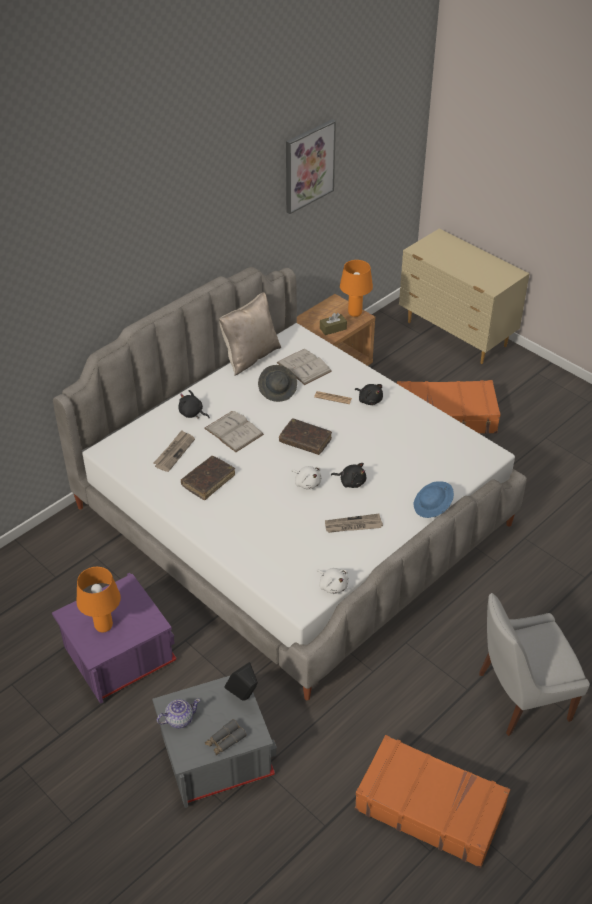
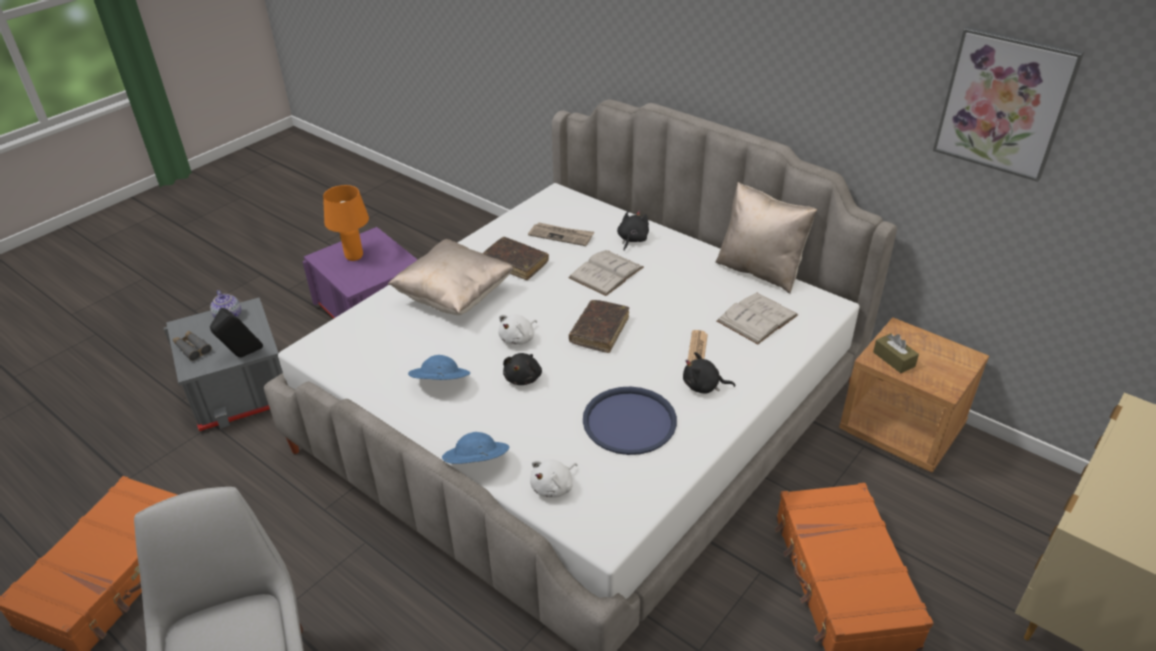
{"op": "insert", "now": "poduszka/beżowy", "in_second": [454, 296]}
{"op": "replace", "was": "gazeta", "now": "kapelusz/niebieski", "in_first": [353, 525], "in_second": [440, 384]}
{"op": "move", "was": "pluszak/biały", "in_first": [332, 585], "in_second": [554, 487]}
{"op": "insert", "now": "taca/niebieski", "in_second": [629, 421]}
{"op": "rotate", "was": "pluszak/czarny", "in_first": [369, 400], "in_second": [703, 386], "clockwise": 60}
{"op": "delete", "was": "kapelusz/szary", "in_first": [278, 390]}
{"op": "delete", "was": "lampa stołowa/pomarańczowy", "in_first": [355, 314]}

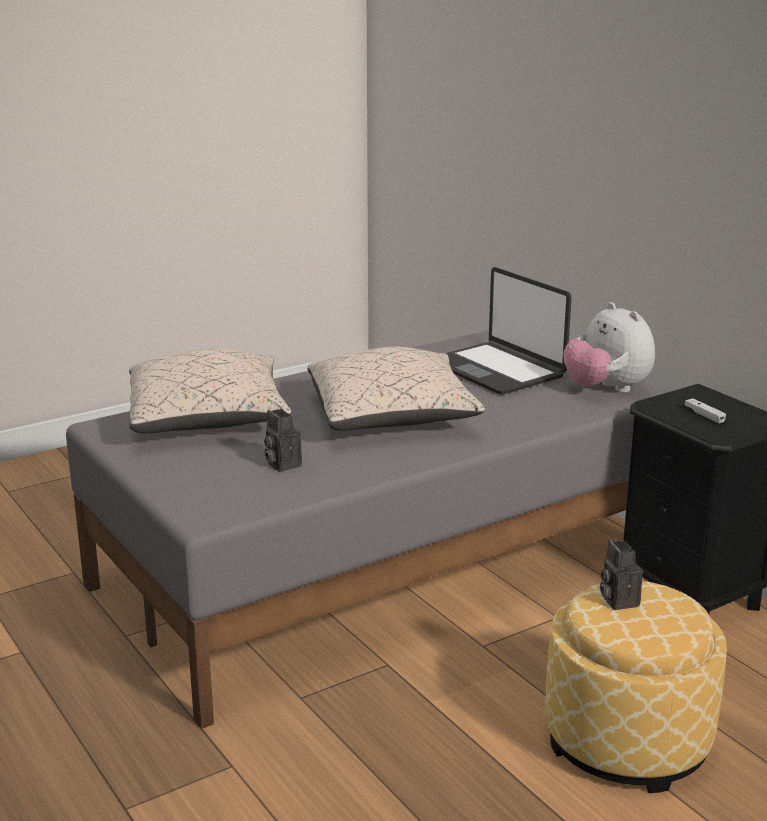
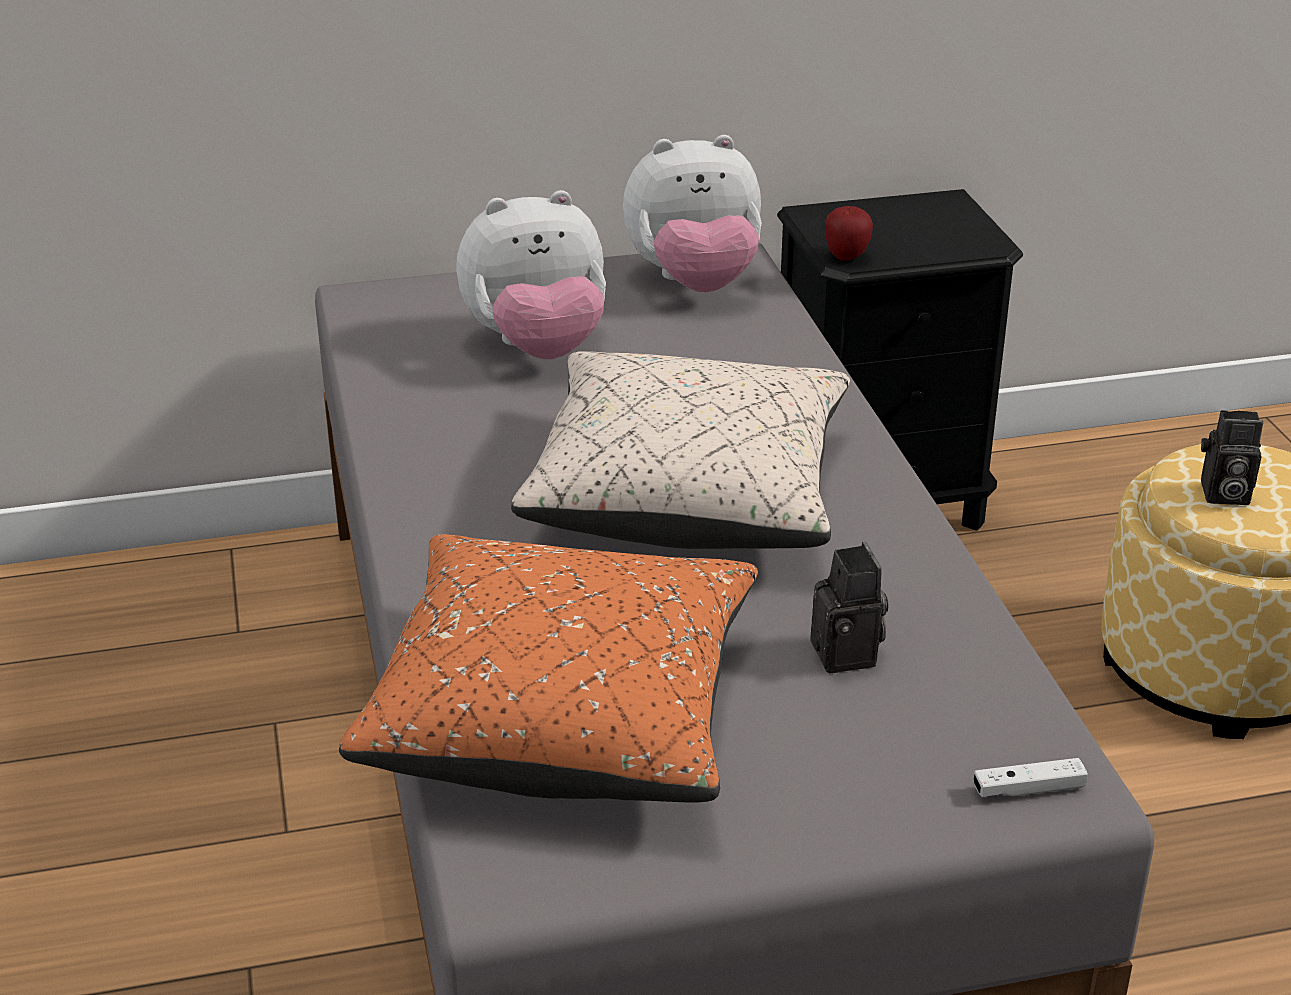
{"op": "recolor", "was": "poduszka/beżowy", "now": "poduszka/pomarańczowy", "in_first": [208, 419], "in_second": [563, 714]}
{"op": "replace", "was": "laptop", "now": "pluszak", "in_first": [497, 370], "in_second": [538, 348]}
{"op": "rotate", "was": "aparat fotograficzny", "in_first": [281, 464], "in_second": [849, 656], "clockwise": -90}
{"op": "insert", "now": "jabłko", "in_second": [846, 257]}
{"op": "move", "was": "pad do gier/biały", "in_first": [704, 415], "in_second": [1028, 789]}

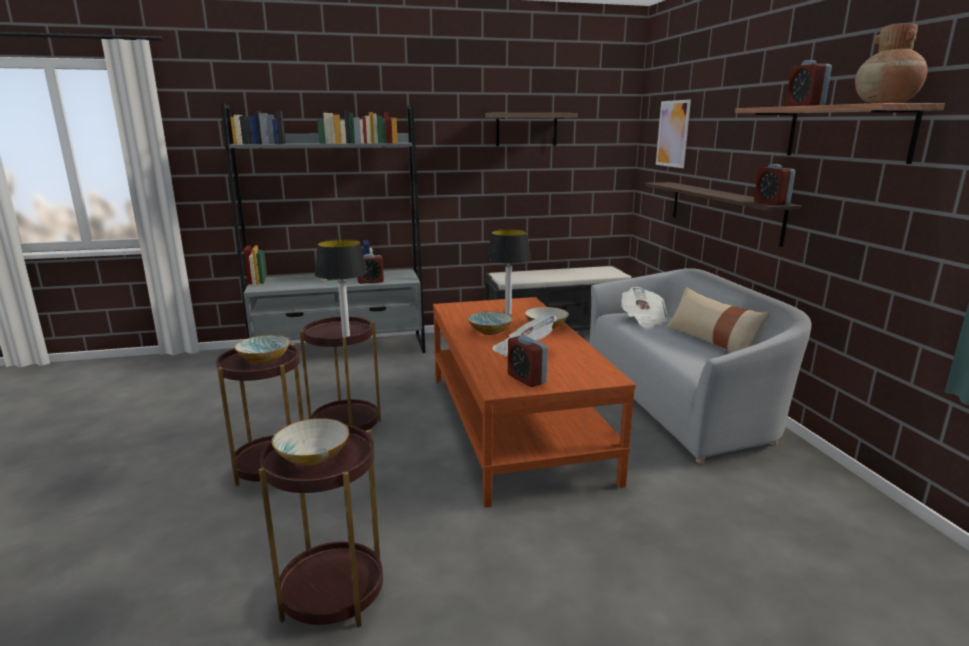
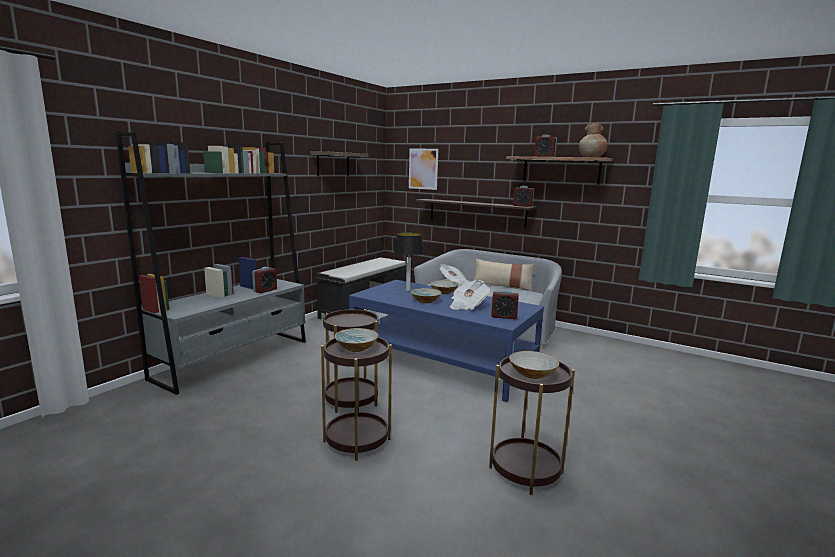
{"op": "recolor", "was": "ława/brązowy", "now": "ława/niebieski", "in_first": [514, 425], "in_second": [442, 361]}
{"op": "delete", "was": "lampa stołowa", "in_first": [345, 336]}

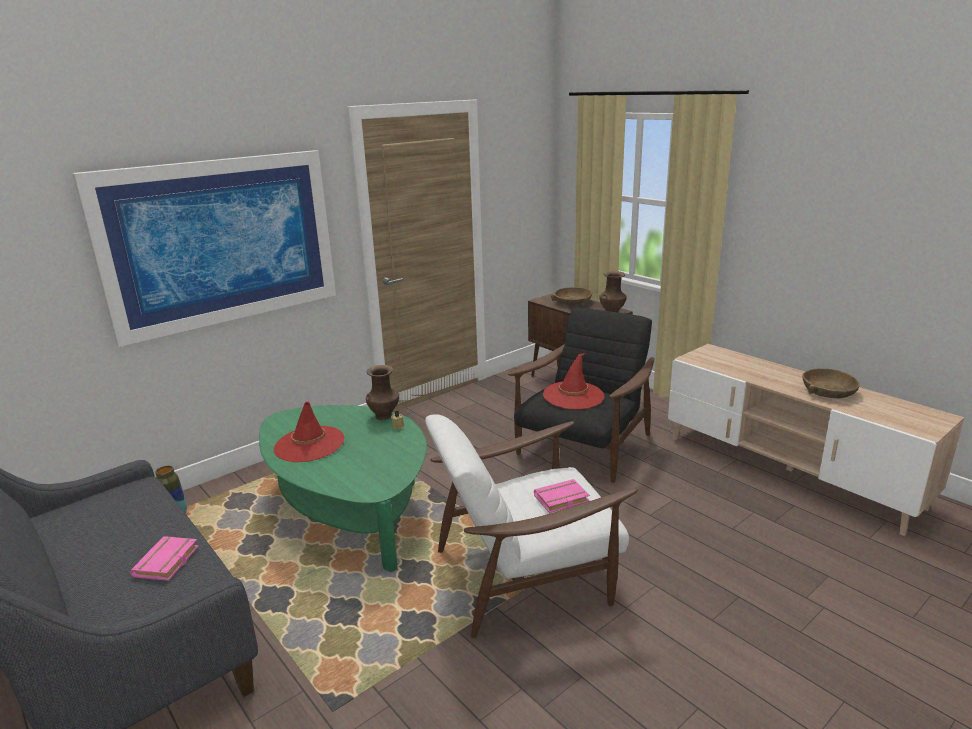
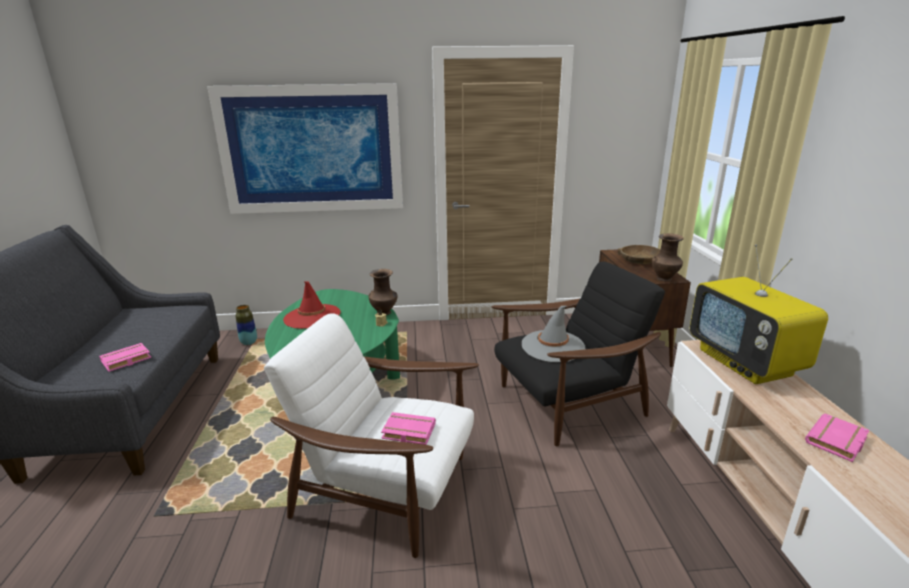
{"op": "recolor", "was": "kapelusz/czerwony", "now": "kapelusz/szary", "in_first": [573, 396], "in_second": [552, 346]}
{"op": "insert", "now": "telewizor", "in_second": [745, 363]}
{"op": "replace", "was": "miska/brązowy", "now": "książka/różowy", "in_first": [828, 391], "in_second": [837, 442]}

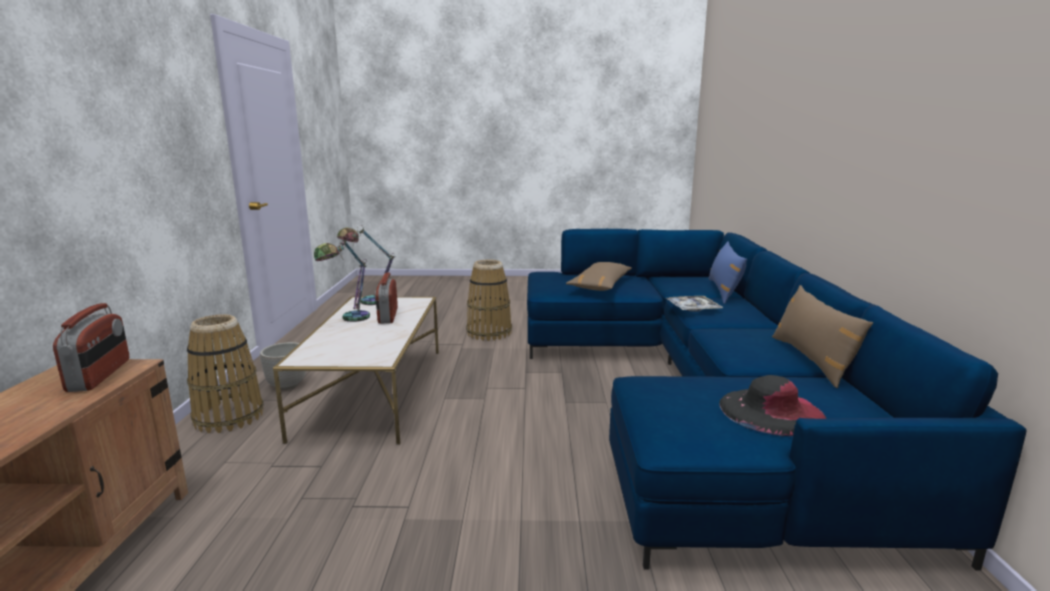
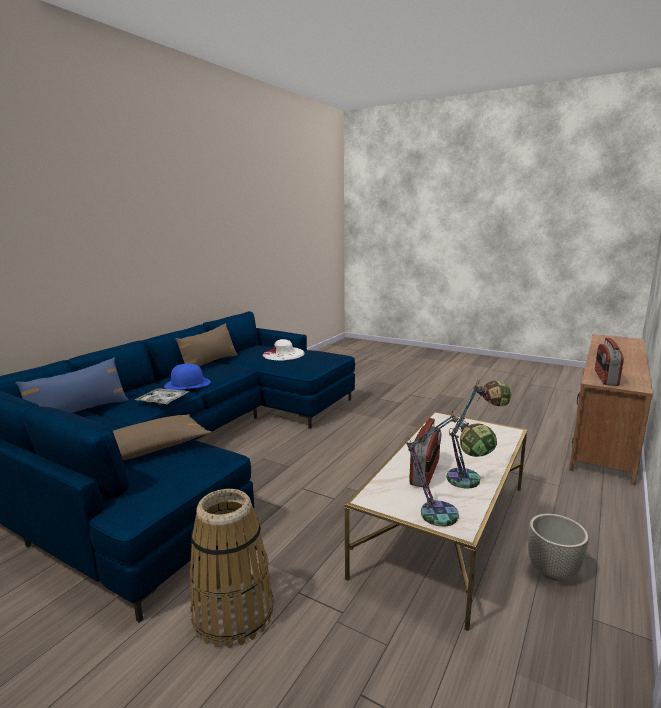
{"op": "insert", "now": "kapelusz/niebieski", "in_second": [187, 384]}
{"op": "recolor", "was": "kapelusz/czarny", "now": "kapelusz/biały", "in_first": [771, 411], "in_second": [283, 354]}
{"op": "delete", "was": "koszyk", "in_first": [229, 417]}

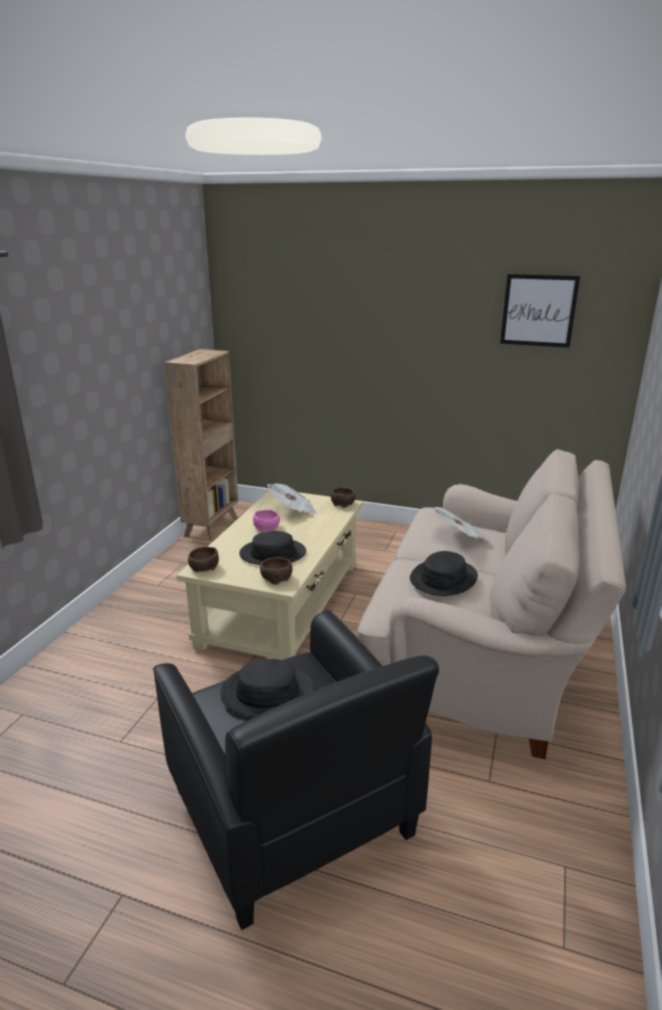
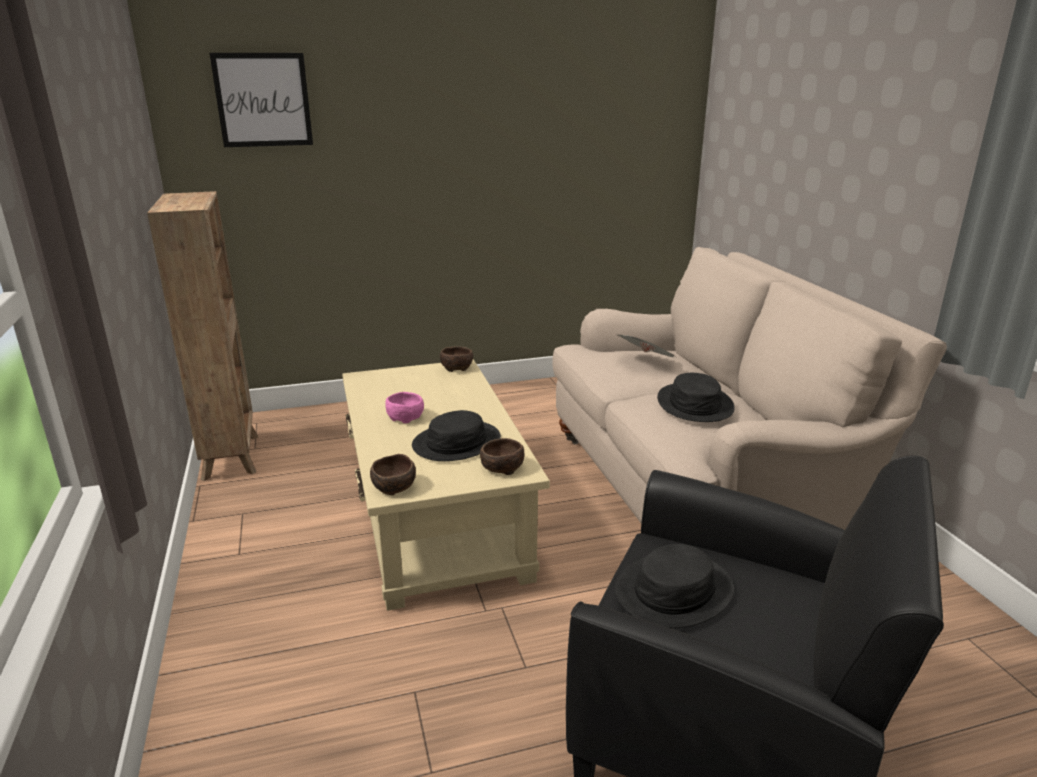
{"op": "move", "was": "obraz", "in_first": [538, 310], "in_second": [263, 100]}
{"op": "delete", "was": "gazeta", "in_first": [293, 511]}

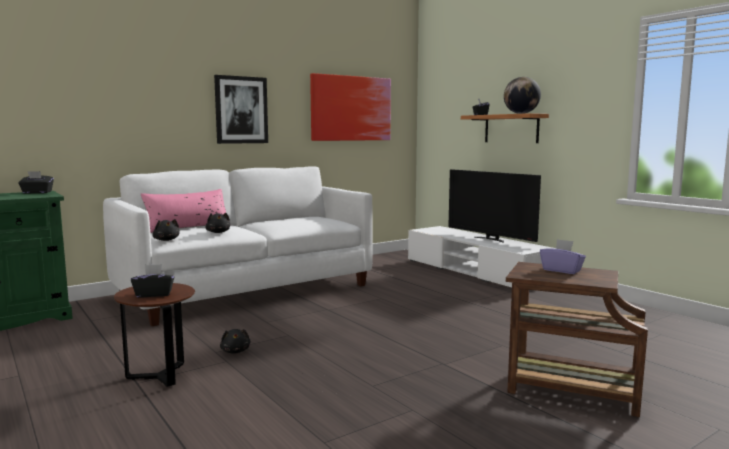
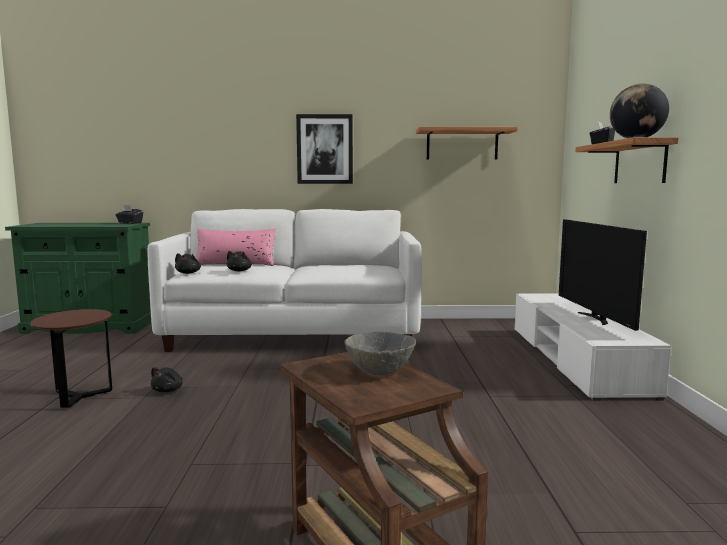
{"op": "replace", "was": "pudełko chusteczek/fioletowy", "now": "miska/szary", "in_first": [561, 270], "in_second": [379, 371]}
{"op": "replace", "was": "obraz", "now": "półka", "in_first": [351, 108], "in_second": [462, 144]}
{"op": "delete", "was": "pudełko chusteczek/czarny", "in_first": [154, 294]}

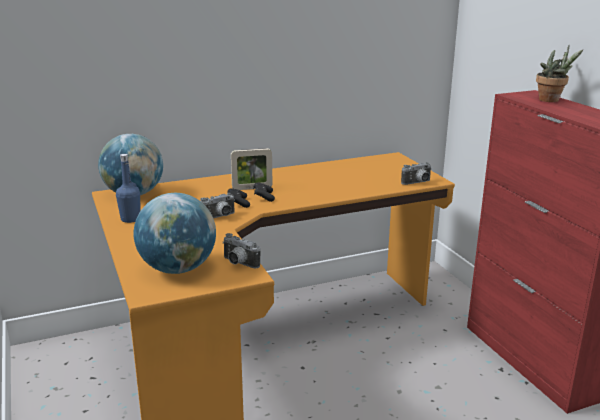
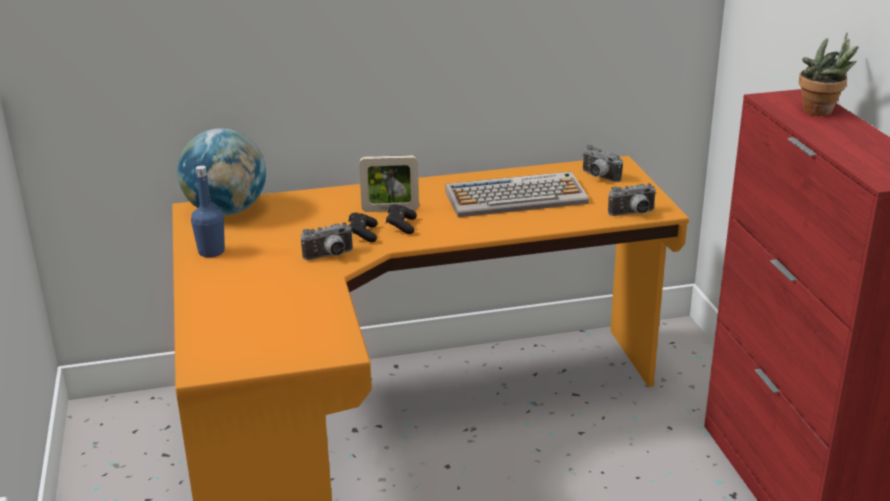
{"op": "insert", "now": "klawiatura", "in_second": [517, 197]}
{"op": "move", "was": "aparat fotograficzny", "in_first": [238, 264], "in_second": [598, 177]}
{"op": "delete", "was": "globus", "in_first": [178, 269]}

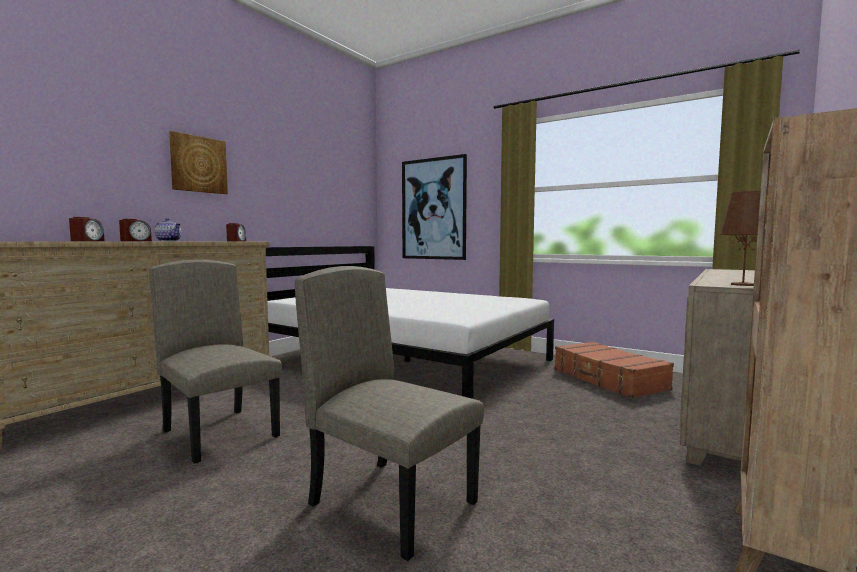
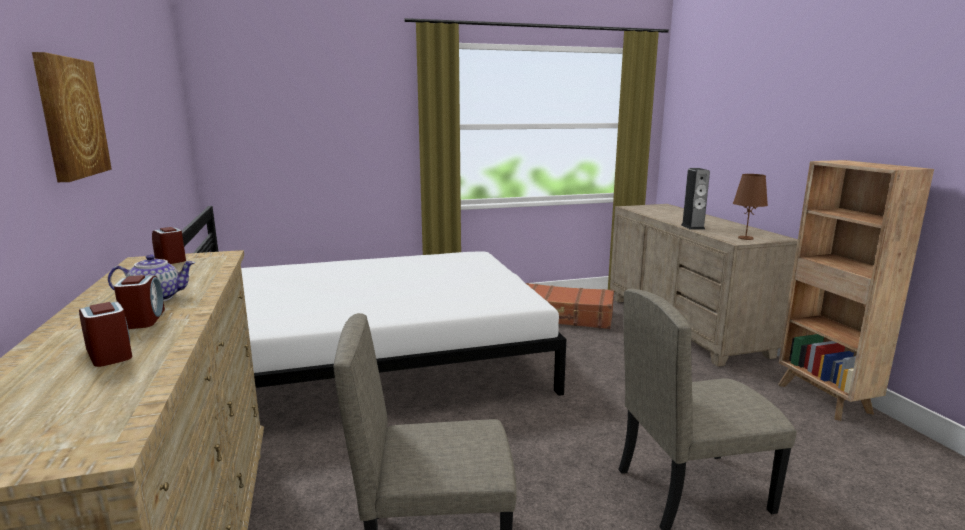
{"op": "insert", "now": "głośnik", "in_second": [692, 227]}
{"op": "delete", "was": "obraz", "in_first": [433, 209]}

